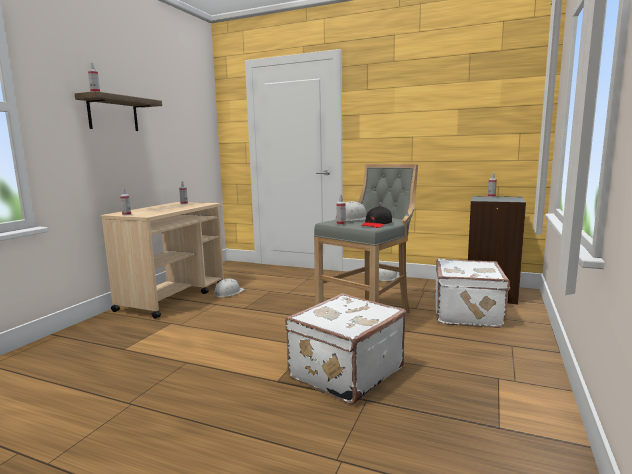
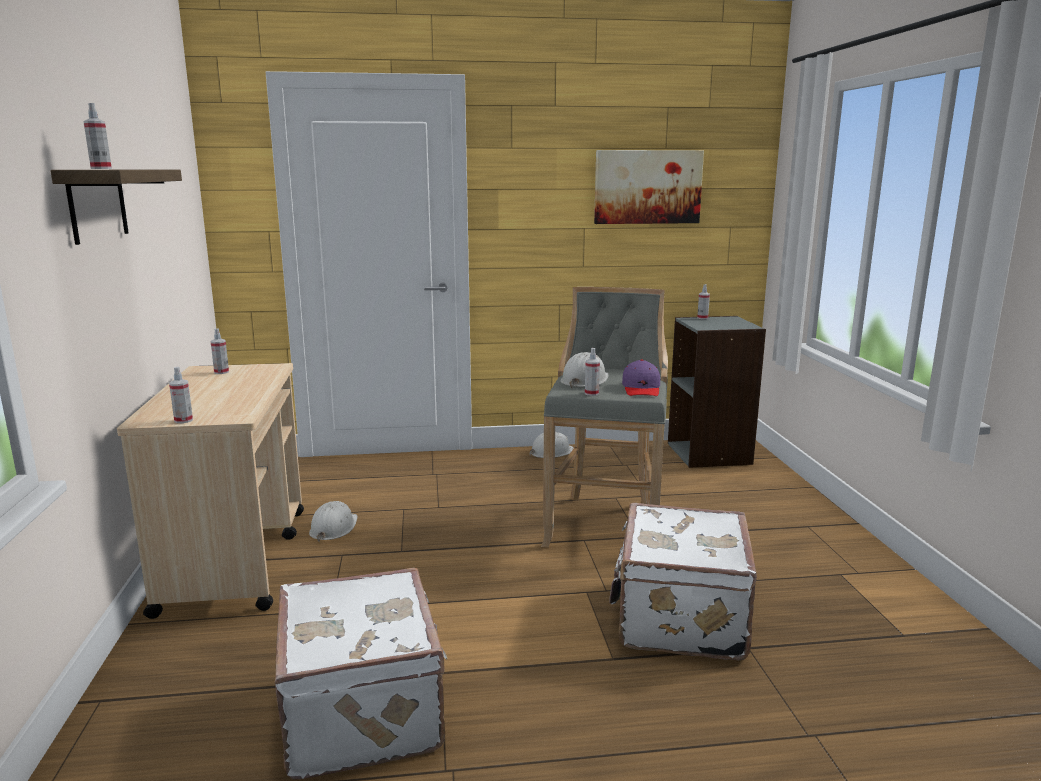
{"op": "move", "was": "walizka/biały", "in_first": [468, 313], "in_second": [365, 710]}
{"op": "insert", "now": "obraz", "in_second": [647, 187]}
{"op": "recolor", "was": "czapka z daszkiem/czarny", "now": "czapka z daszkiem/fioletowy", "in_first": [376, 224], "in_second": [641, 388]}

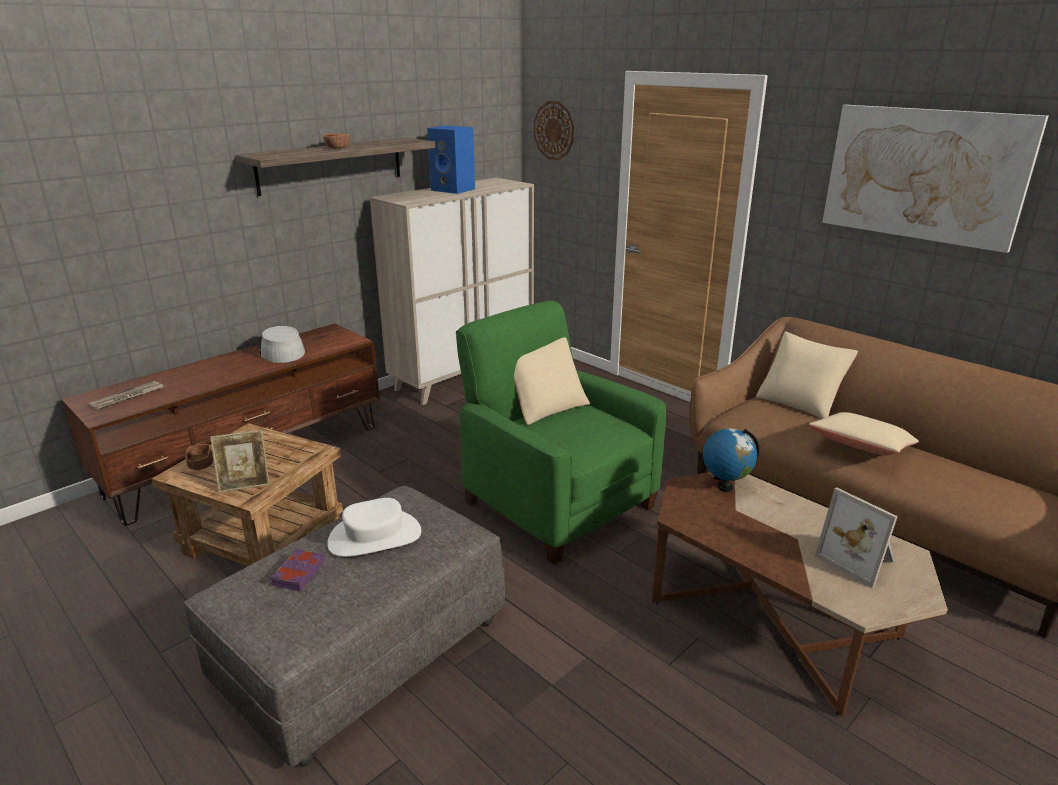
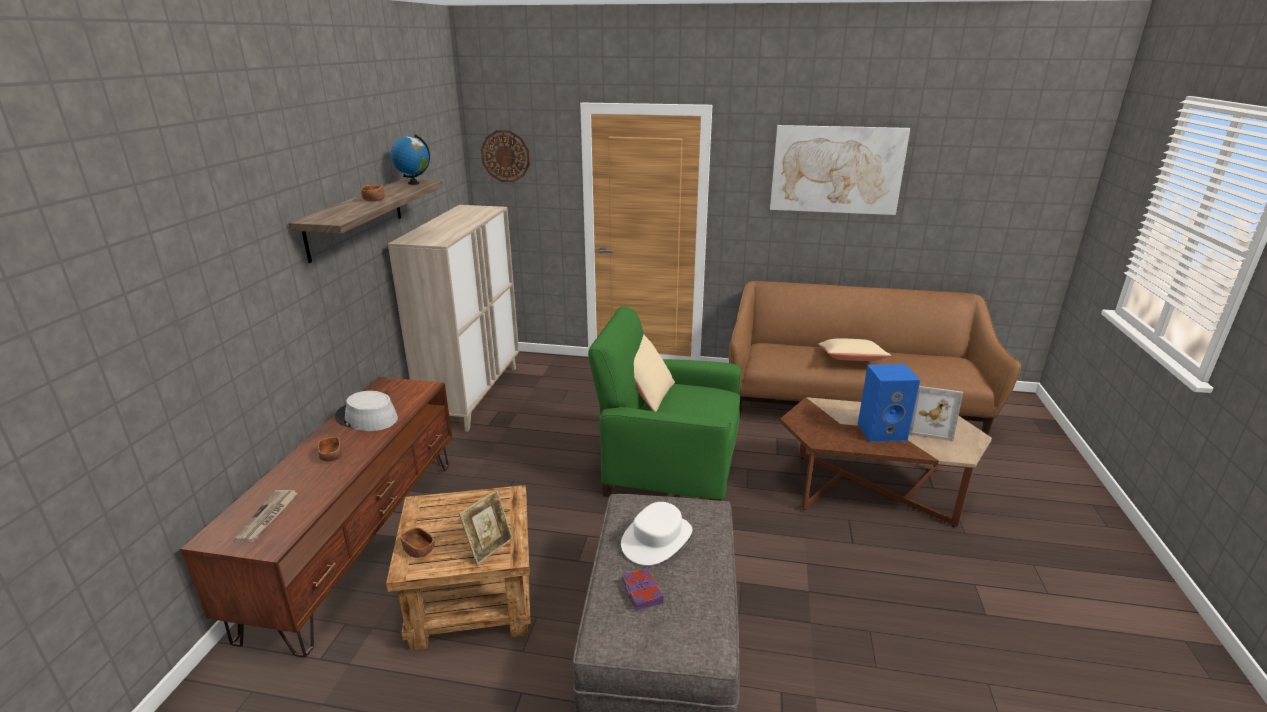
{"op": "insert", "now": "miska/brązowy", "in_second": [331, 456]}
{"op": "move", "was": "globus", "in_first": [725, 487], "in_second": [413, 183]}
{"op": "move", "was": "głośnik/niebieski", "in_first": [454, 189], "in_second": [882, 431]}
{"op": "delete", "was": "poduszka/beżowy", "in_first": [800, 402]}

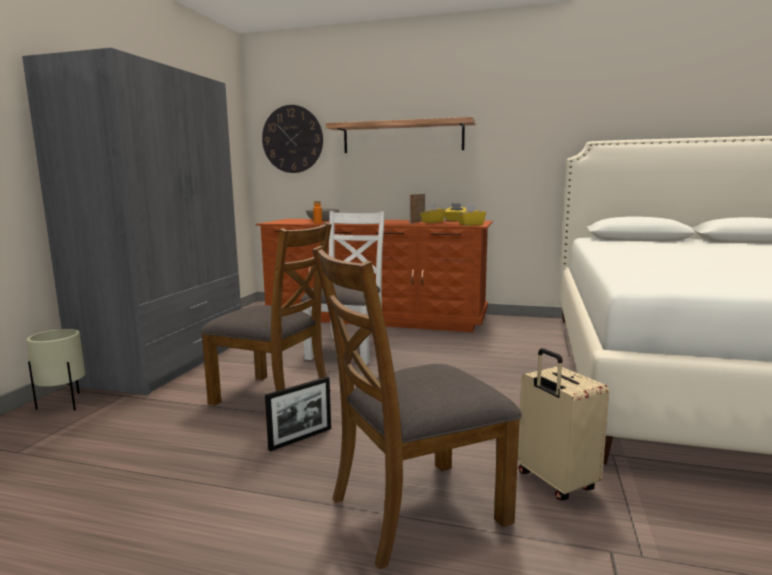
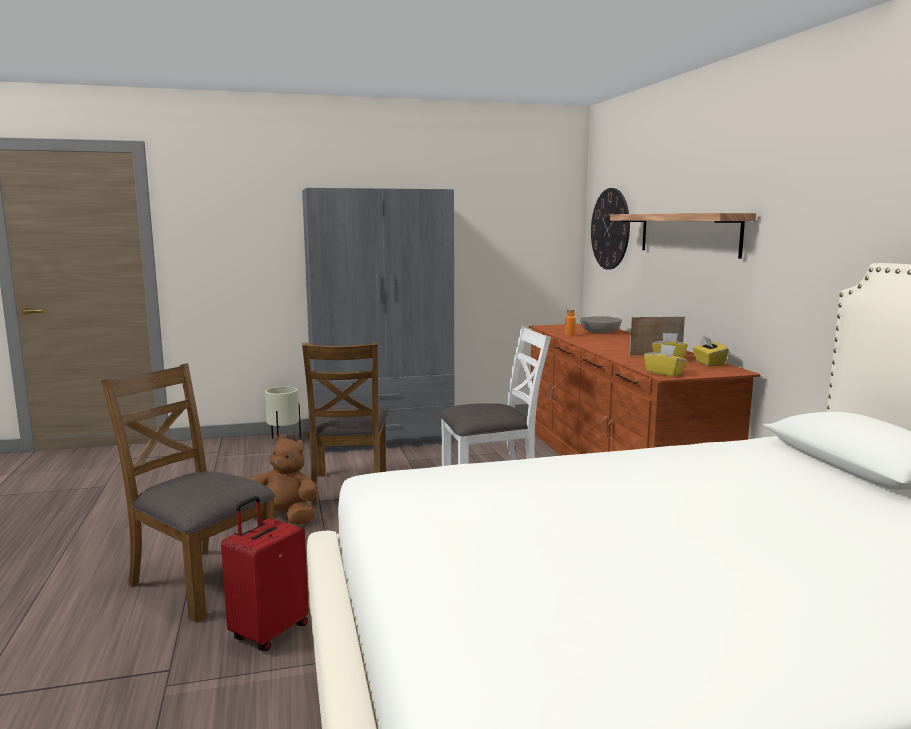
{"op": "recolor", "was": "walizka/beżowy", "now": "walizka/czerwony", "in_first": [555, 482], "in_second": [268, 632]}
{"op": "replace", "was": "ramka na zdjęcie", "now": "pluszak/brązowy", "in_first": [301, 439], "in_second": [283, 517]}

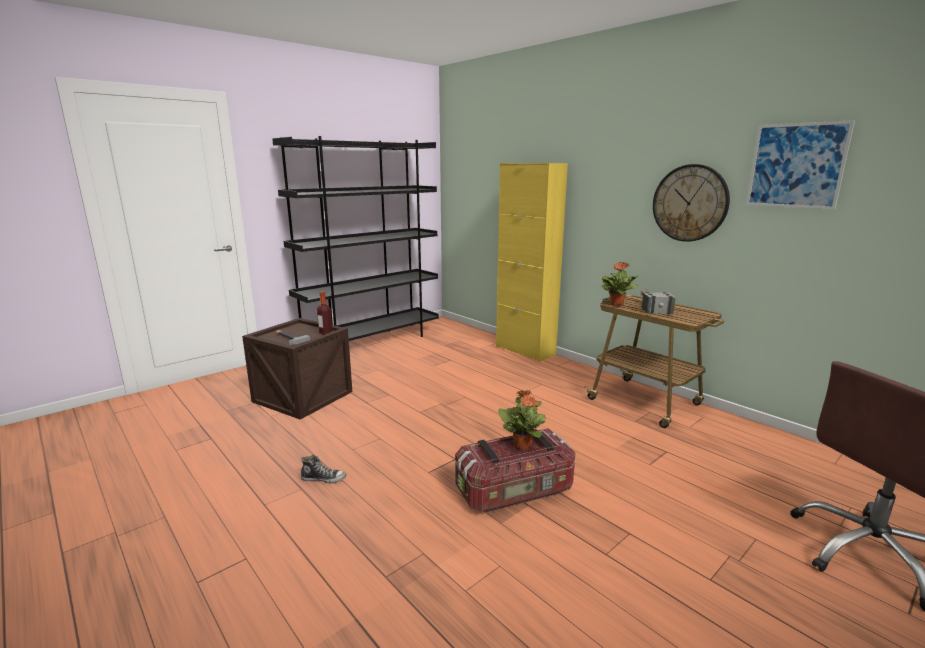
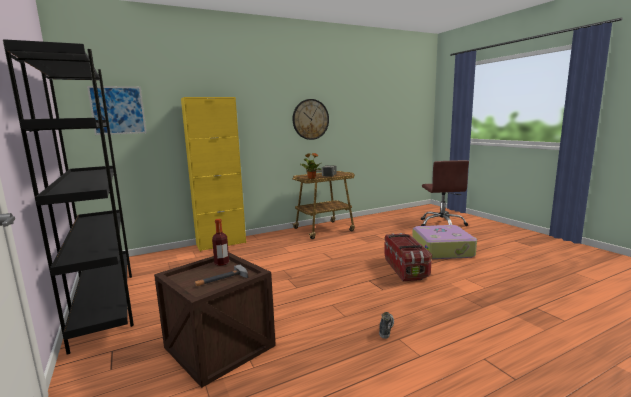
{"op": "move", "was": "obraz", "in_first": [796, 166], "in_second": [118, 110]}
{"op": "insert", "now": "walizka", "in_second": [442, 249]}
{"op": "delete", "was": "roślina doniczkowa", "in_first": [522, 445]}

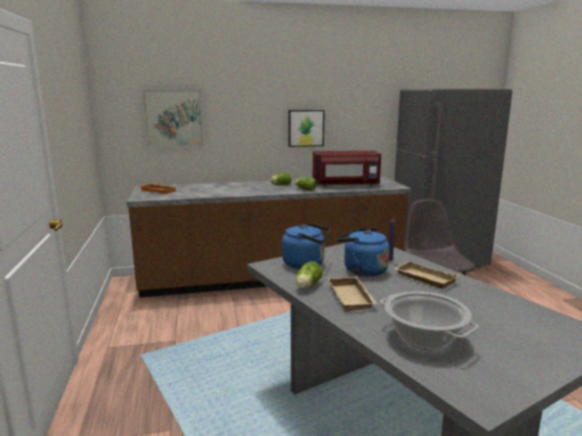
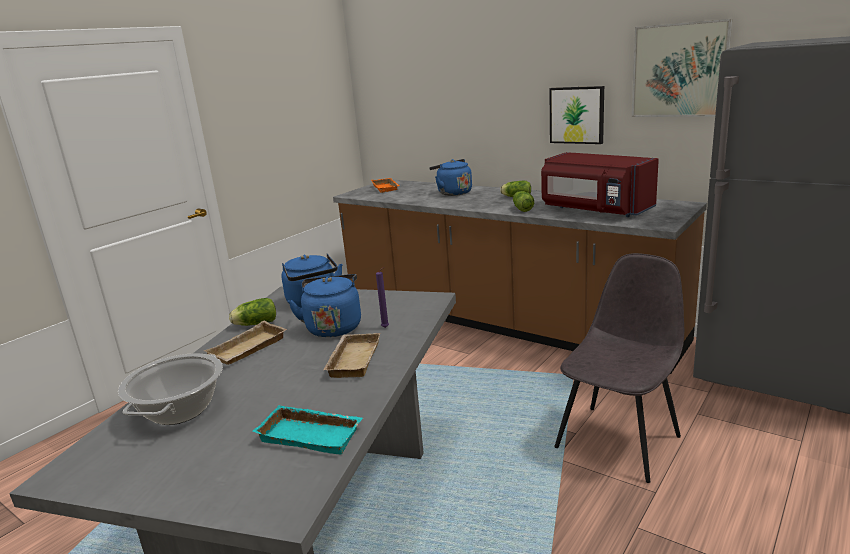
{"op": "insert", "now": "taca/turkusowy", "in_second": [312, 434]}
{"op": "insert", "now": "czajnik/niebieski", "in_second": [452, 193]}
{"op": "move", "was": "obraz", "in_first": [173, 118], "in_second": [679, 70]}

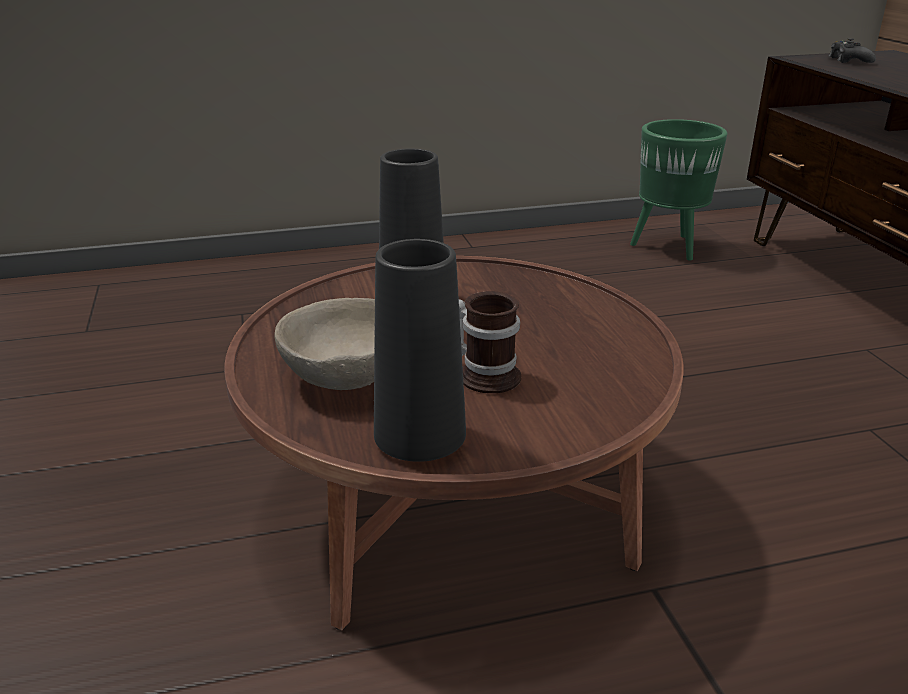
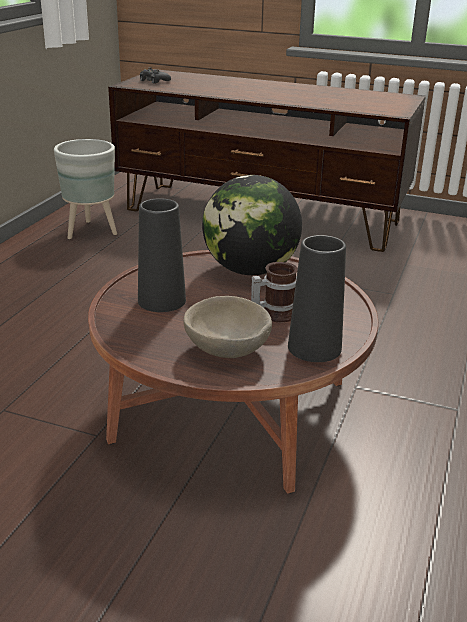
{"op": "recolor", "was": "donica/zielony", "now": "donica/szary", "in_first": [669, 247], "in_second": [91, 231]}
{"op": "insert", "now": "globus", "in_second": [250, 270]}

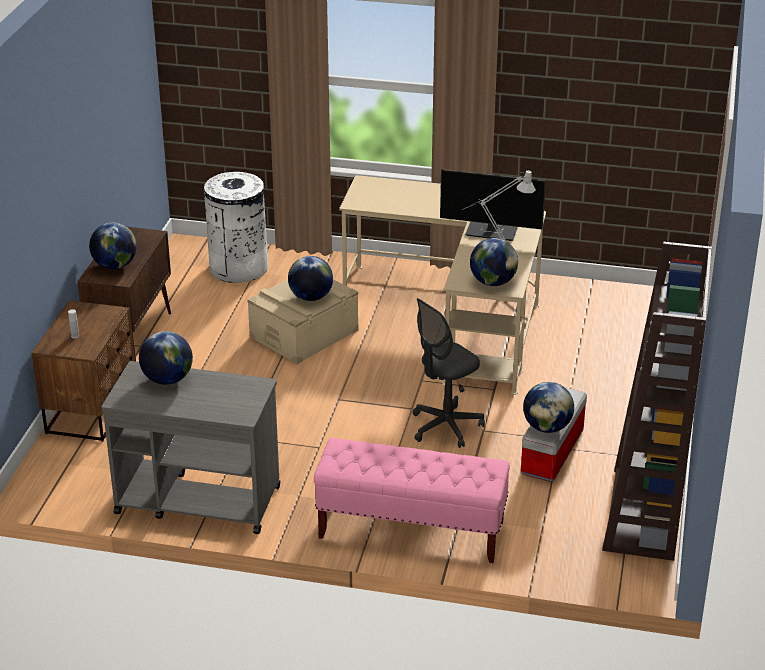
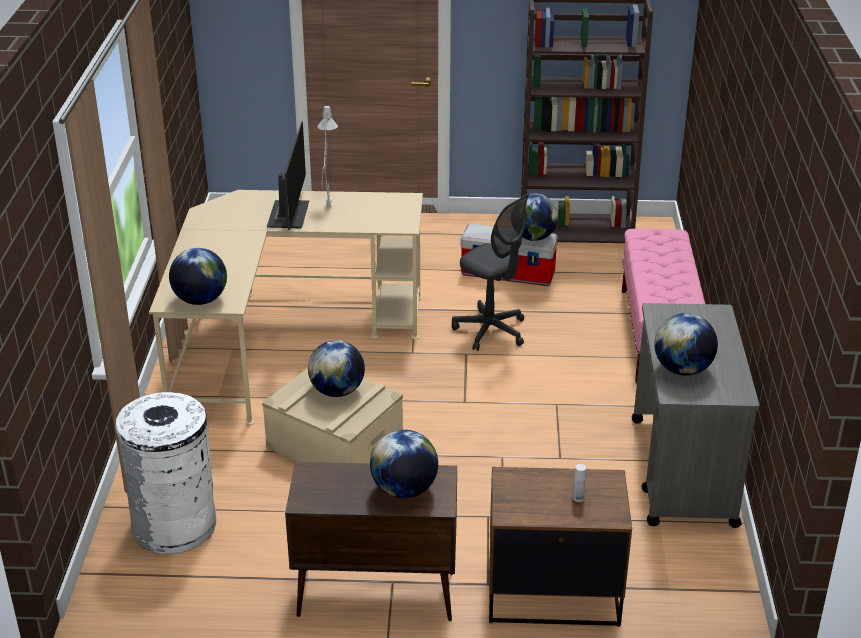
{"op": "move", "was": "globus", "in_first": [493, 282], "in_second": [200, 300]}

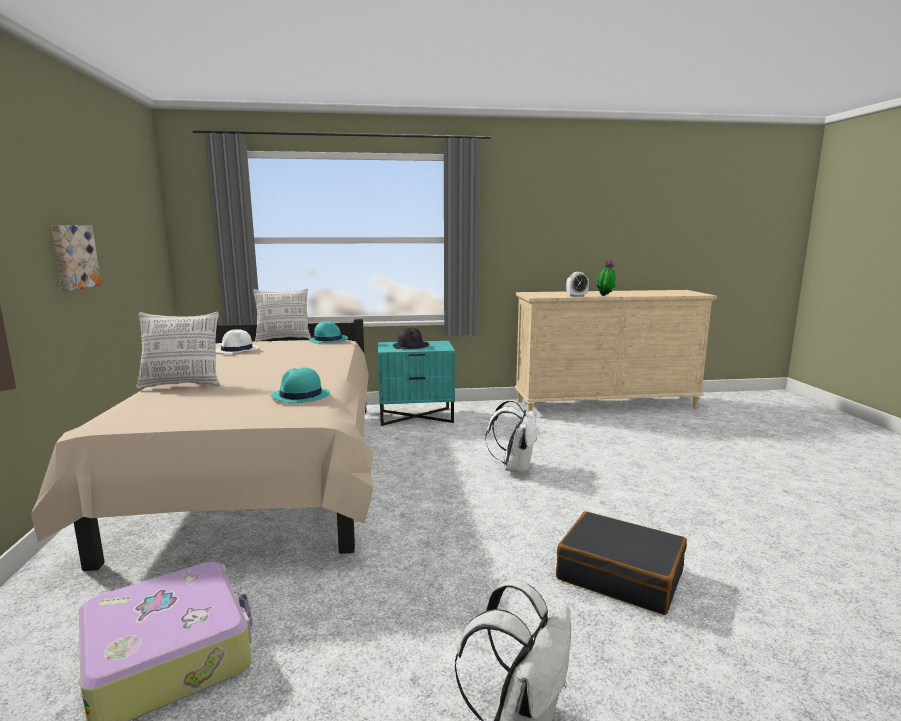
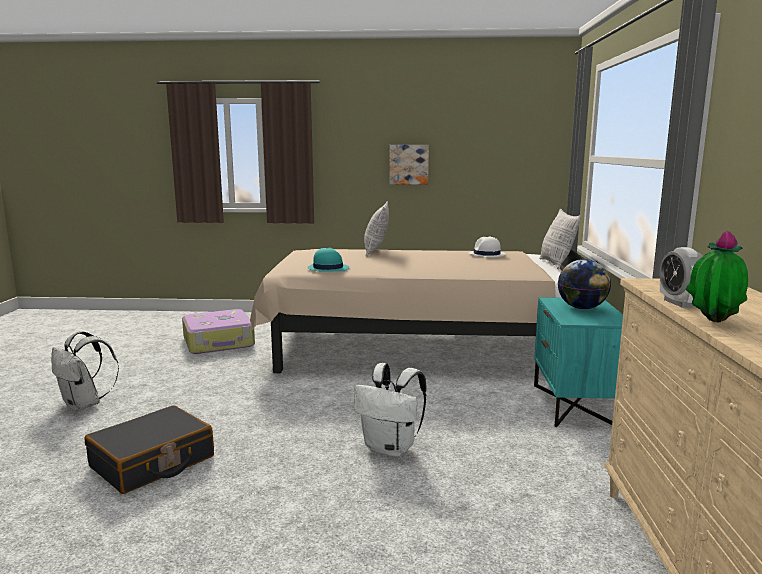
{"op": "replace", "was": "kapelusz/czarny", "now": "globus", "in_first": [411, 346], "in_second": [582, 308]}
{"op": "delete", "was": "kapelusz/turkusowy", "in_first": [328, 340]}

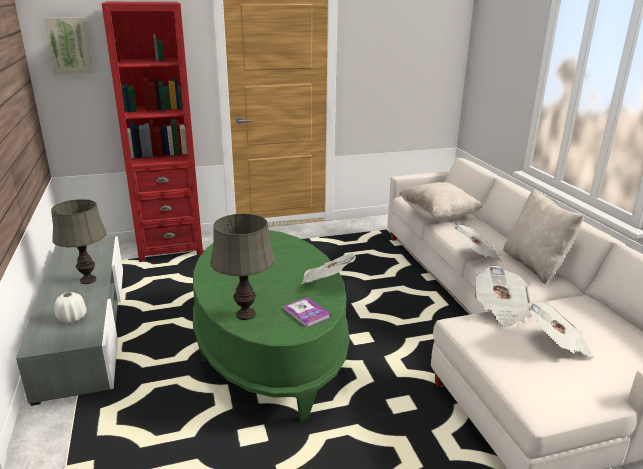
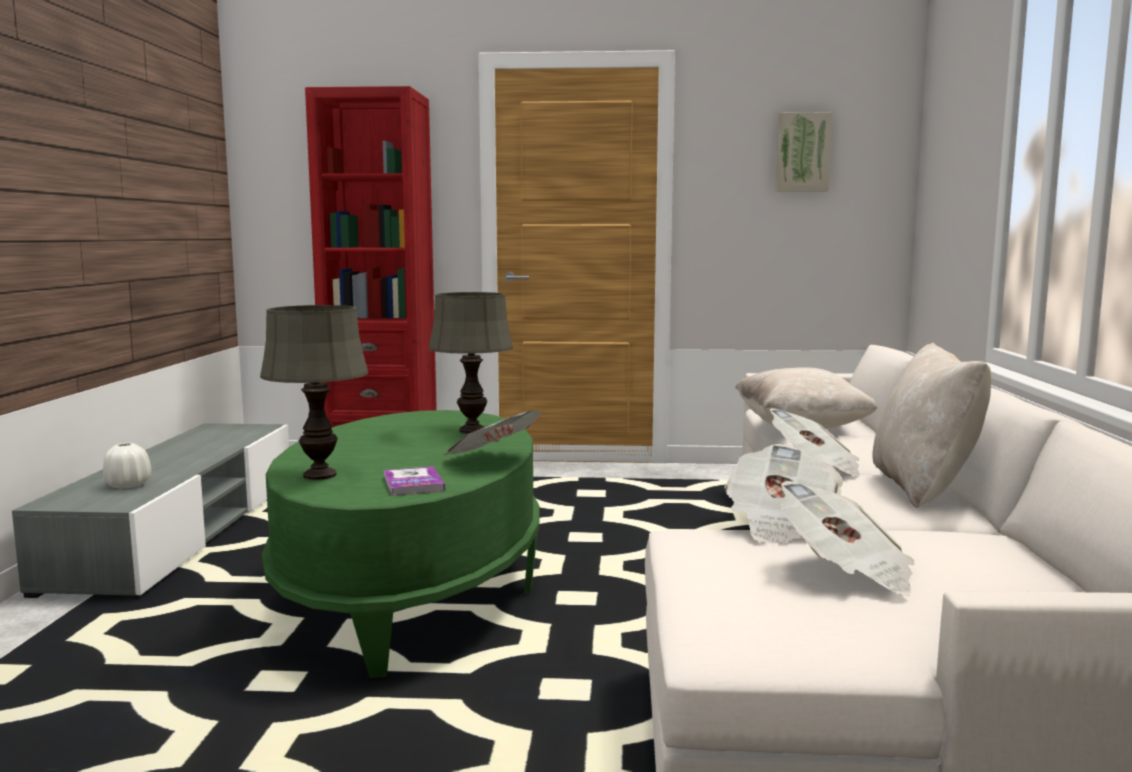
{"op": "move", "was": "lampa stołowa/szary", "in_first": [88, 280], "in_second": [473, 430]}
{"op": "move", "was": "obraz", "in_first": [69, 45], "in_second": [802, 152]}

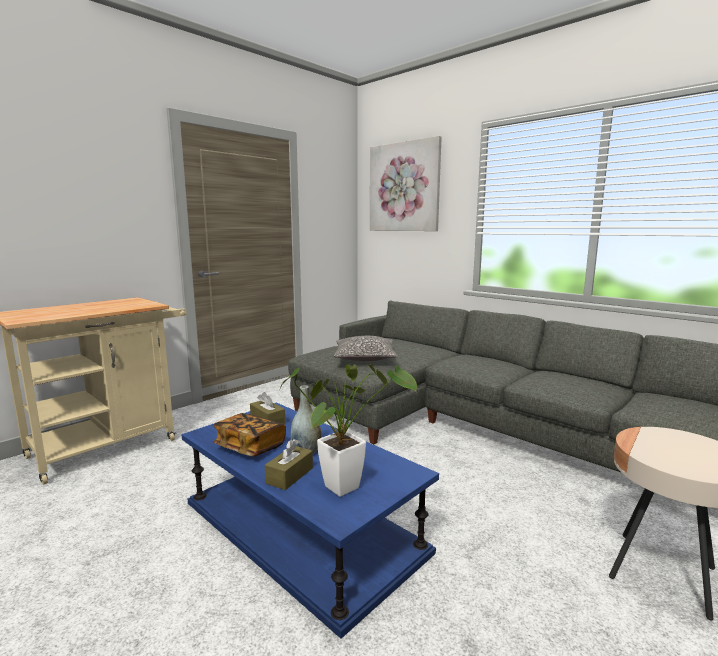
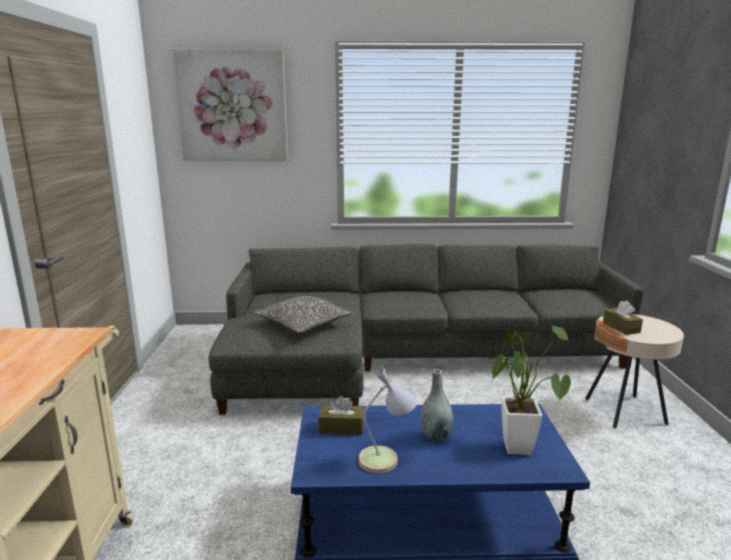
{"op": "replace", "was": "książka", "now": "lampa stołowa", "in_first": [250, 447], "in_second": [386, 459]}
{"op": "move", "was": "pudełko chusteczek/brązowy", "in_first": [289, 475], "in_second": [621, 327]}

